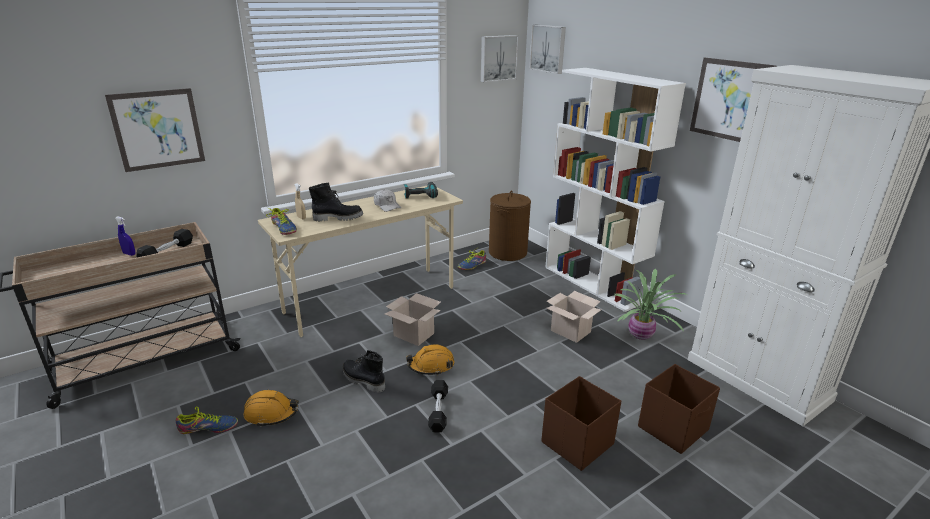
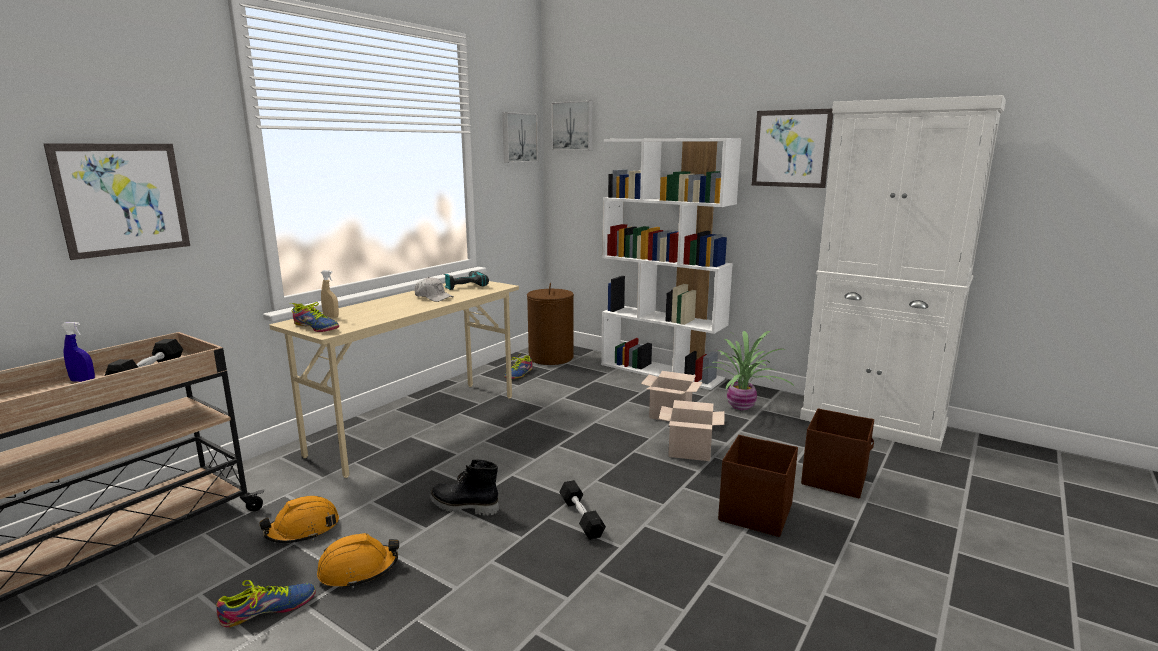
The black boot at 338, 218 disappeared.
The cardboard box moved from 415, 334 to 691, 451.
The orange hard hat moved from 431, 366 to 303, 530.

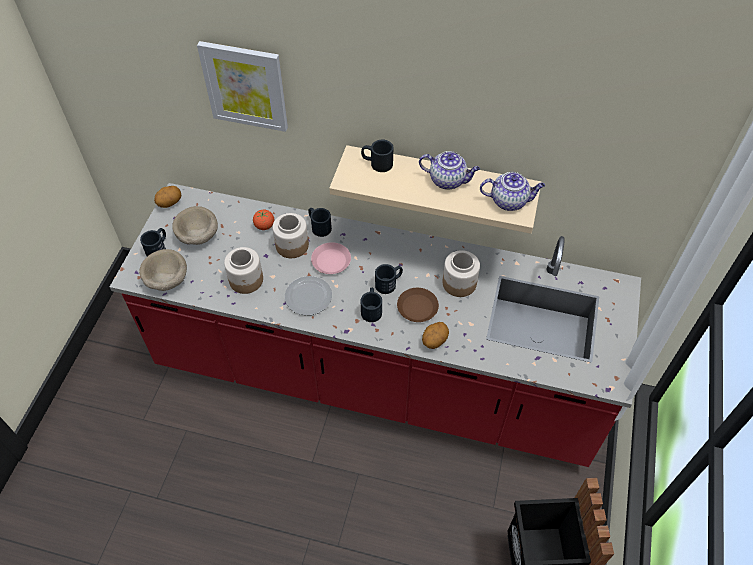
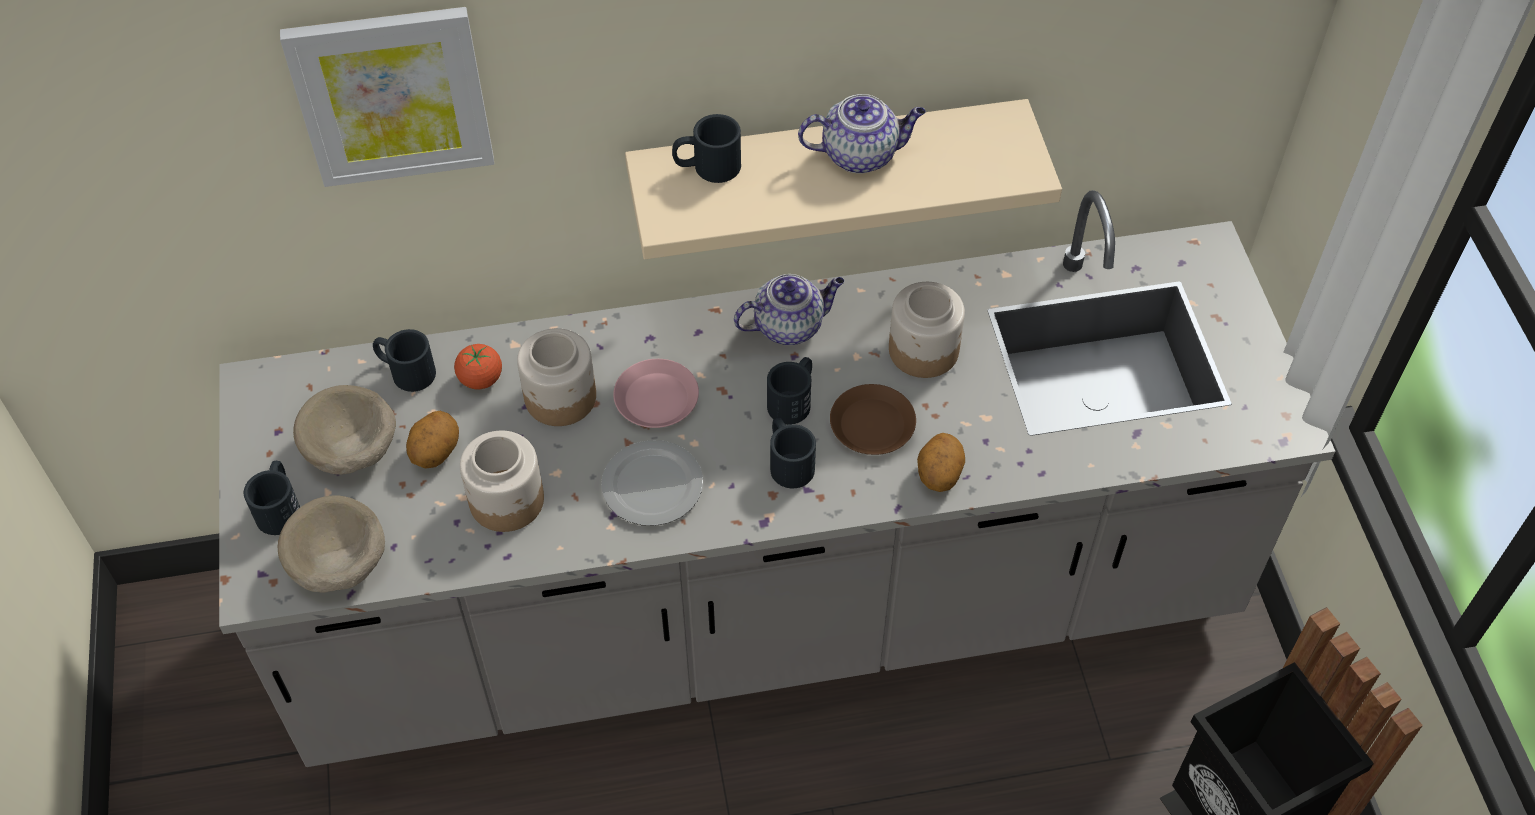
The red counter at 376, 375 became the grey counter at 767, 606.
The potato moved from 170, 203 to 435, 452.
The black mug moved from 319, 226 to 405, 371.
The teapot moved from 509, 201 to 789, 325.

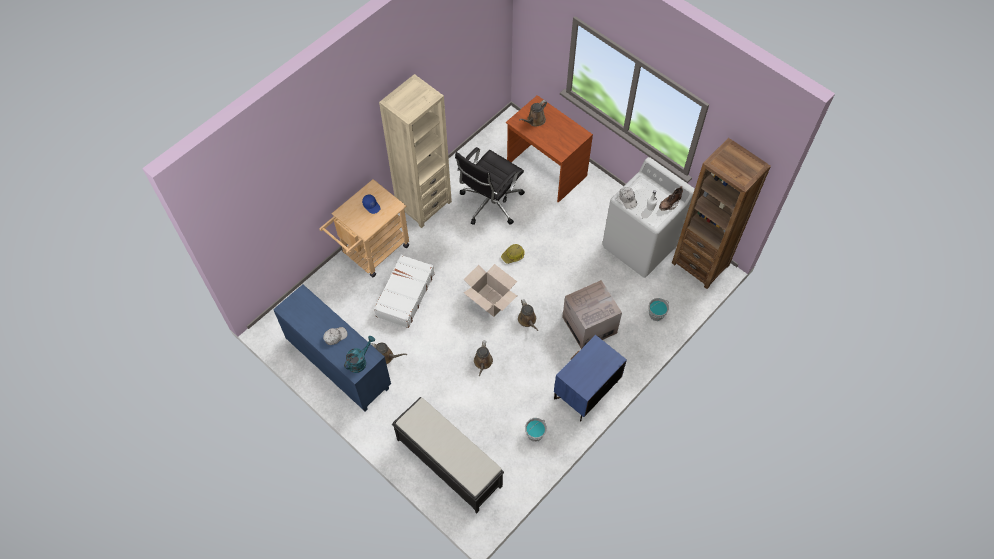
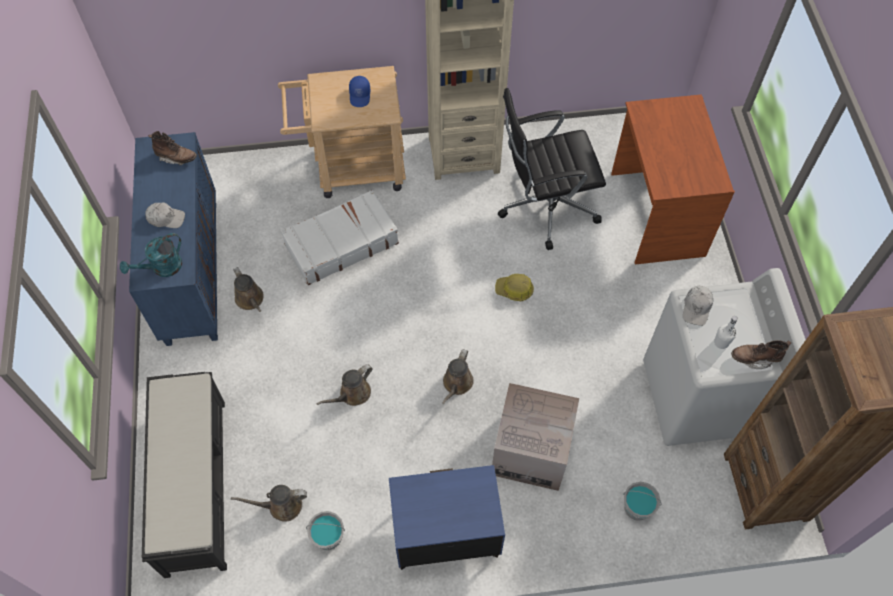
The turquoise watering can at 359, 361 turned 150 degrees clockwise.
The cardboard box at 490, 300 disappeared.
The brown watering can moved from 535, 120 to 281, 506.
The brown boot at 176, 157 appeared.

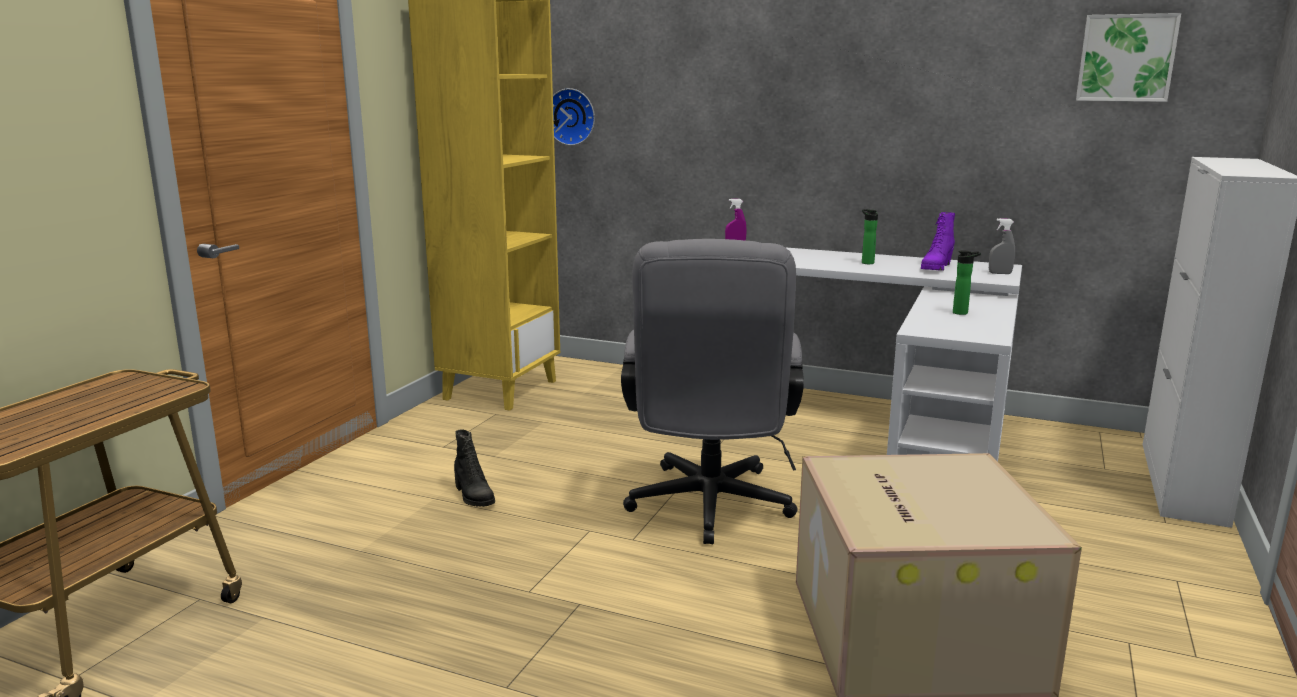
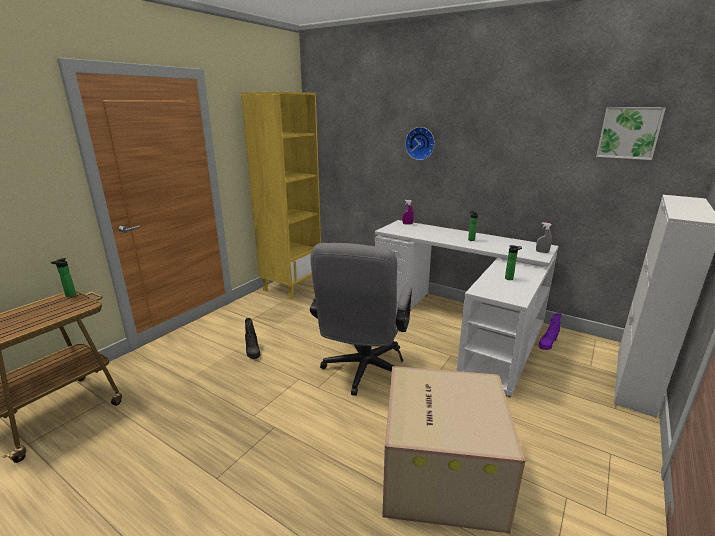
The wall clock moved from 572, 116 to 420, 143.
The purple boot moved from 936, 268 to 547, 344.
The bottle at 69, 295 appeared.

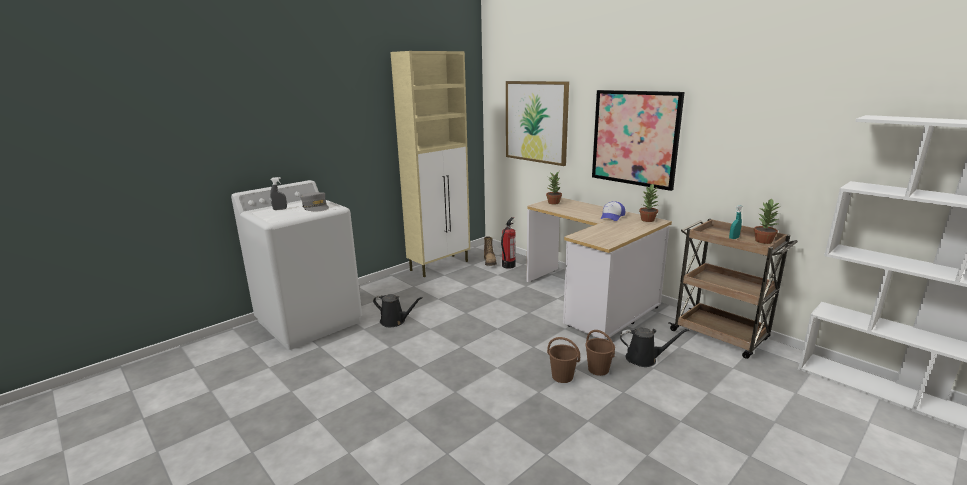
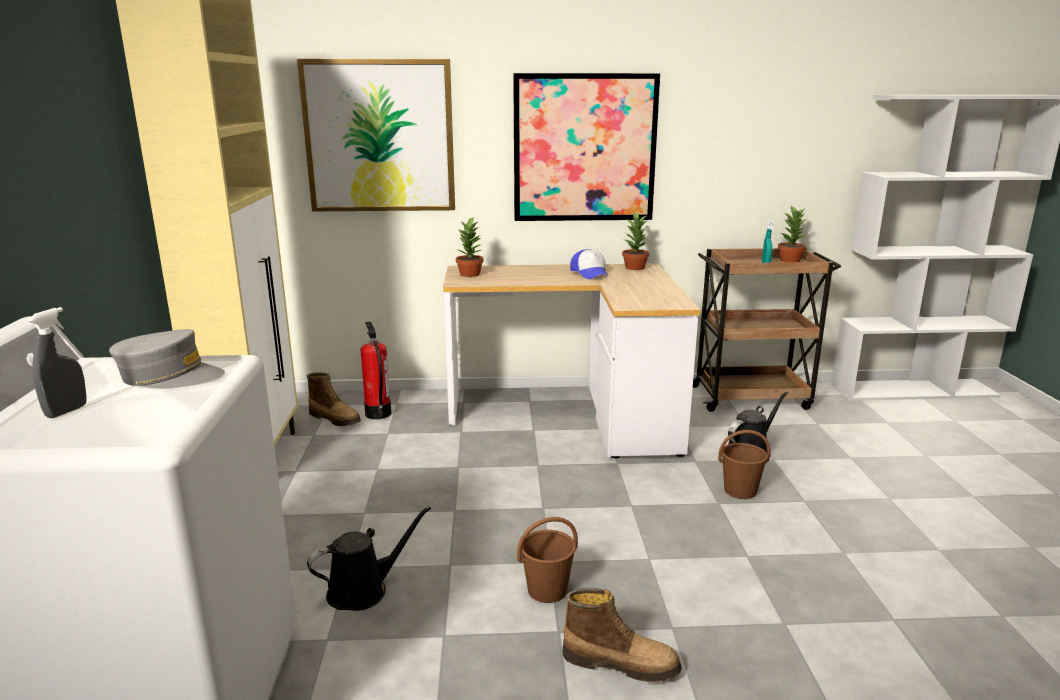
The brown bucket moved from 563, 377 to 548, 590.
The boot at 620, 663 appeared.

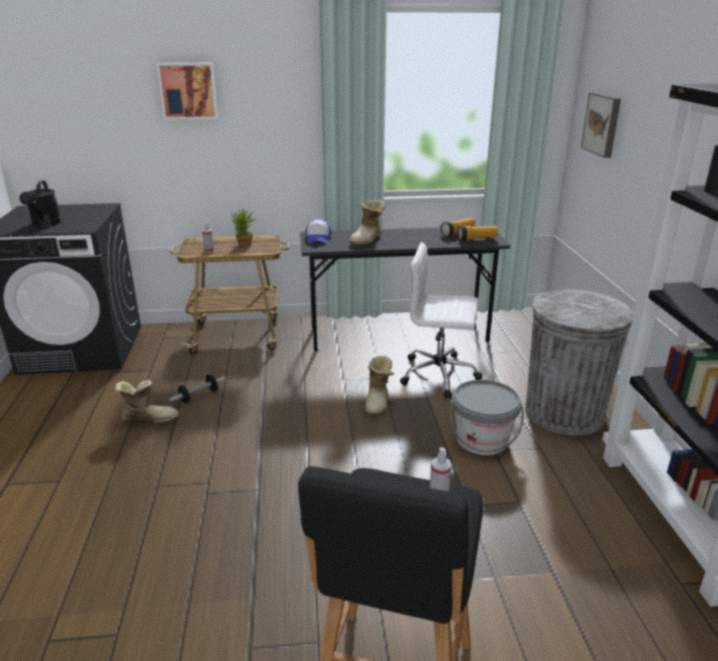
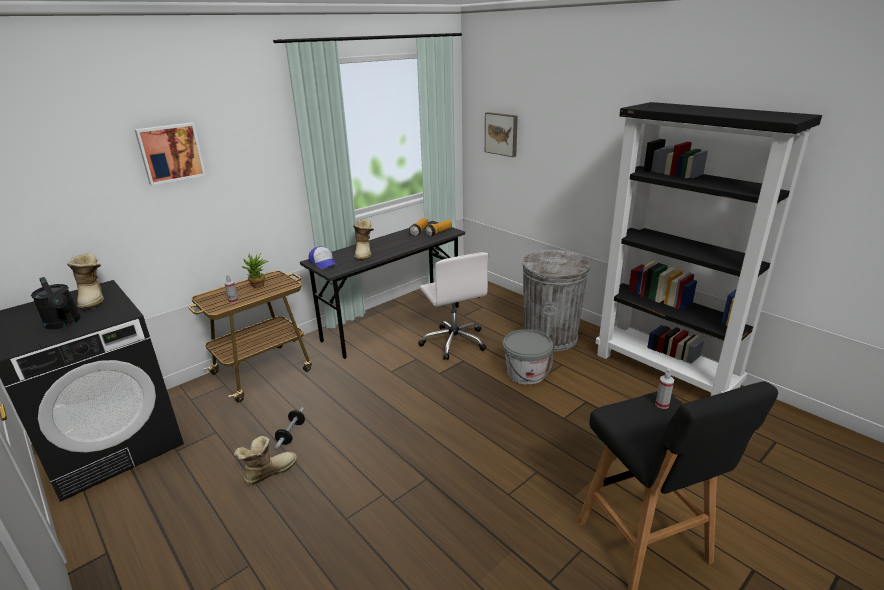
The boot moved from 378, 402 to 94, 299.
The white office chair at 440, 375 turned 90 degrees counterclockwise.

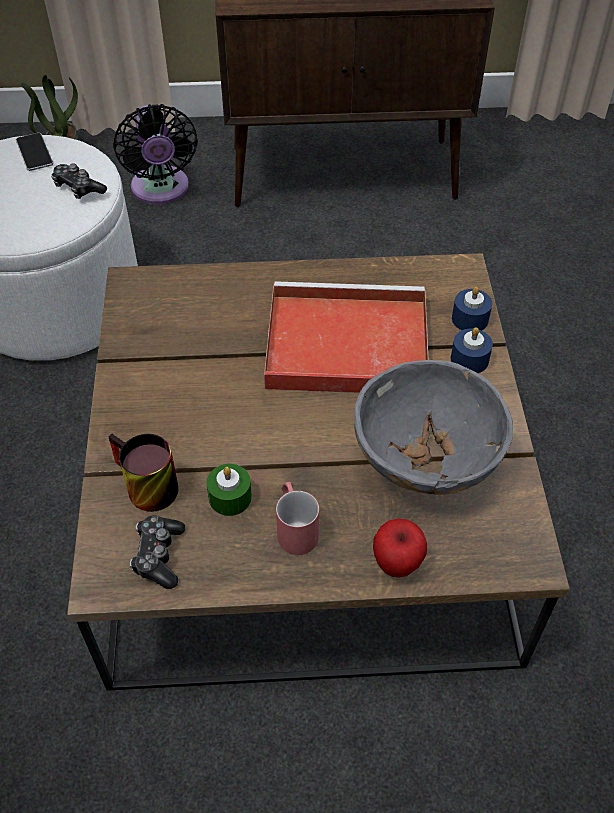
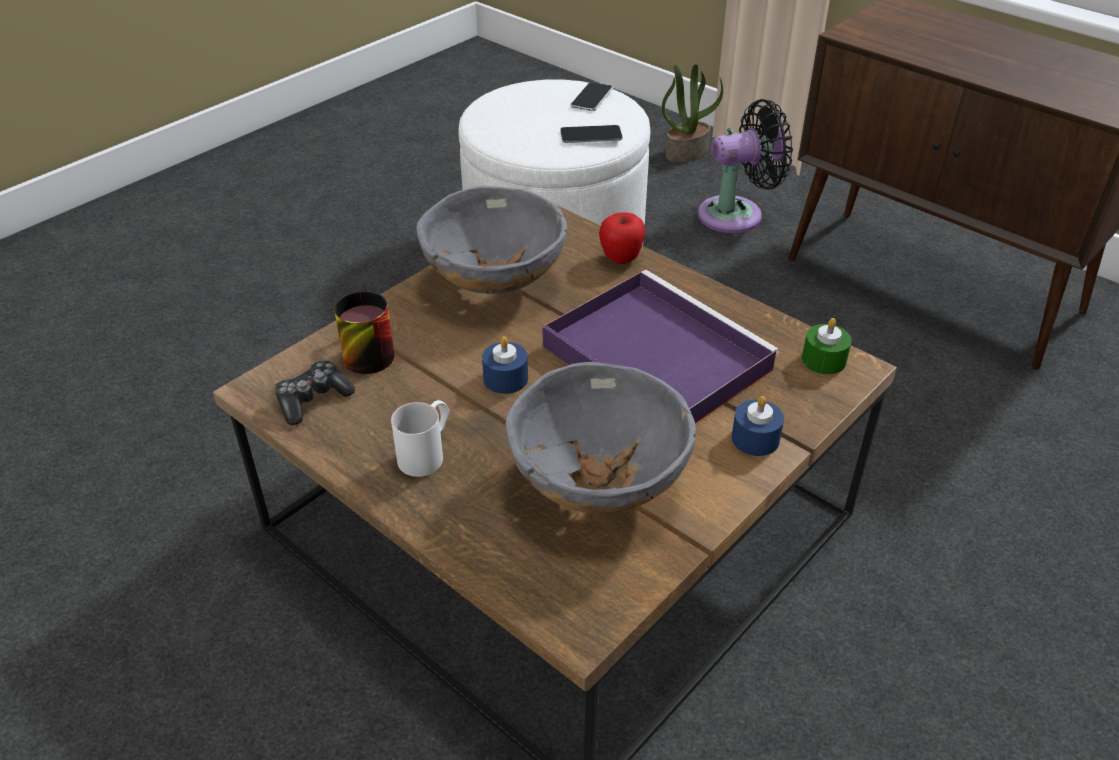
The game controller at 78, 188 was replaced by the phone at 591, 135.
The black fan at 161, 190 turned 135 degrees counterclockwise.
The green candle moved from 230, 497 to 823, 360.
The red tray at 343, 345 became the purple tray at 652, 356.
The red mug at 295, 527 became the white mug at 427, 452.
The apple moved from 397, 564 to 621, 259.
The blue candle moved from 470, 319 to 505, 378.
The grey bowl at 494, 283 appeared.

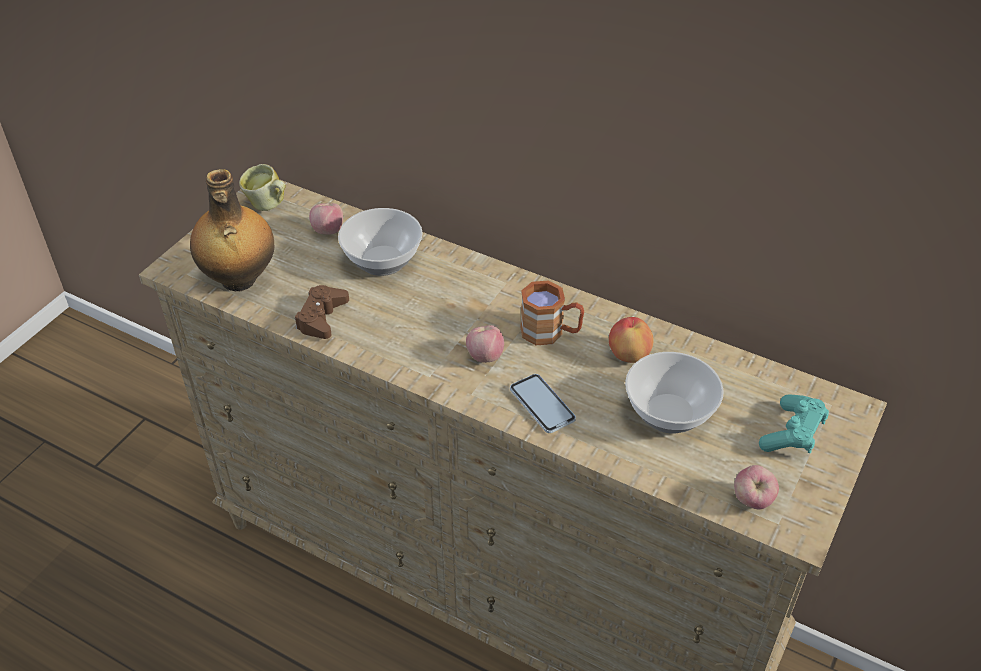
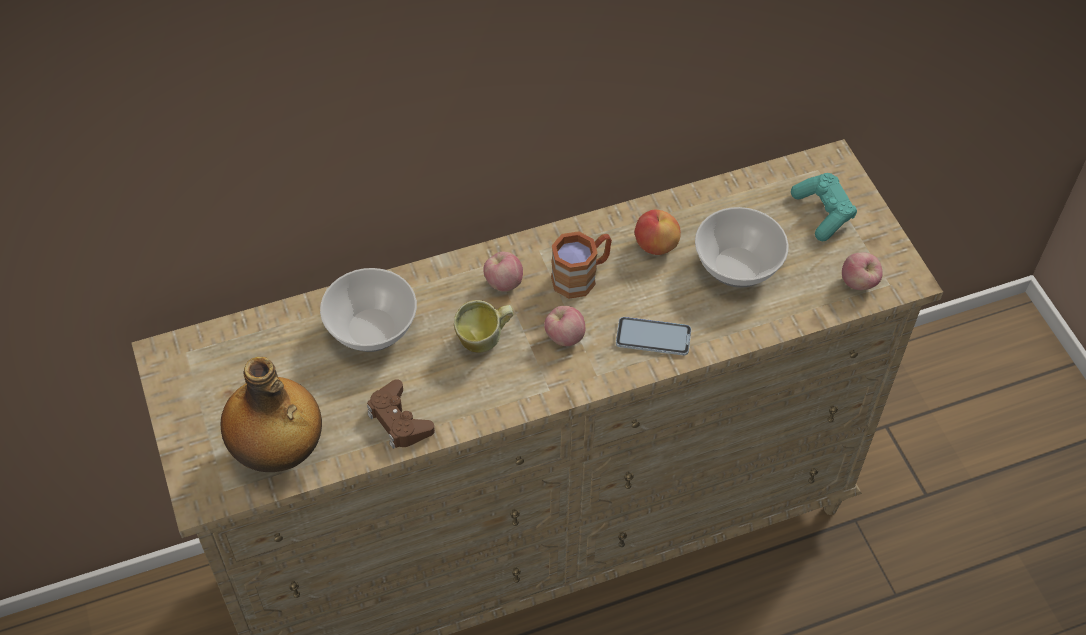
The mug moved from 268, 206 to 484, 341.
The apple moved from 328, 230 to 503, 283.

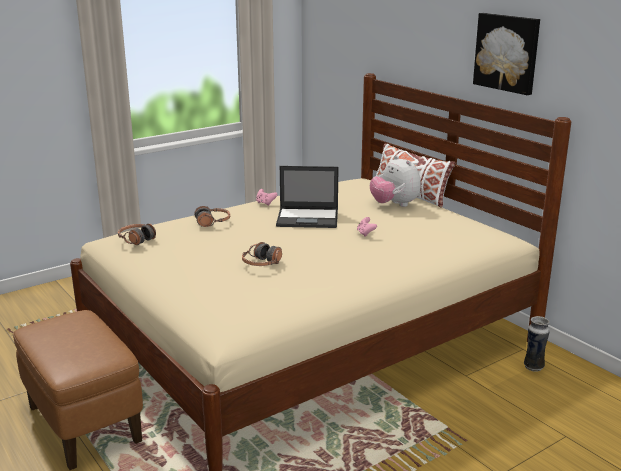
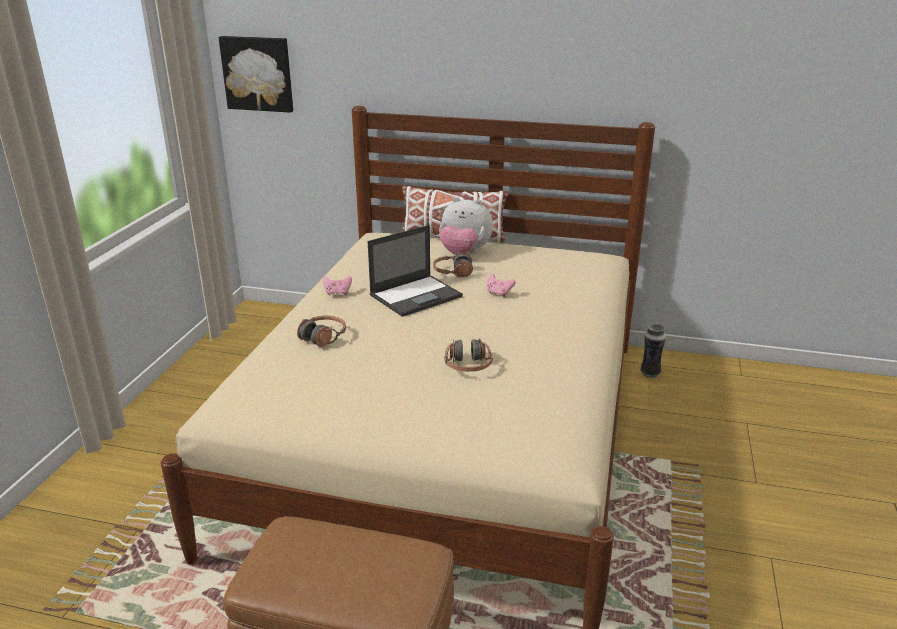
The headphones moved from 137, 239 to 452, 272.
The picture moved from 507, 52 to 258, 73.

